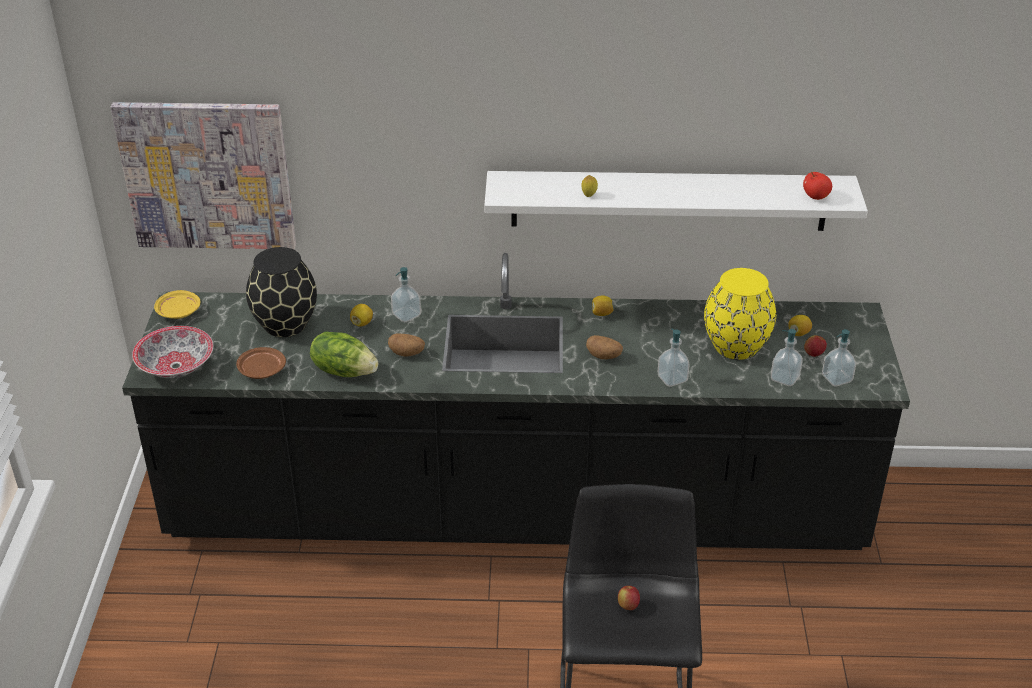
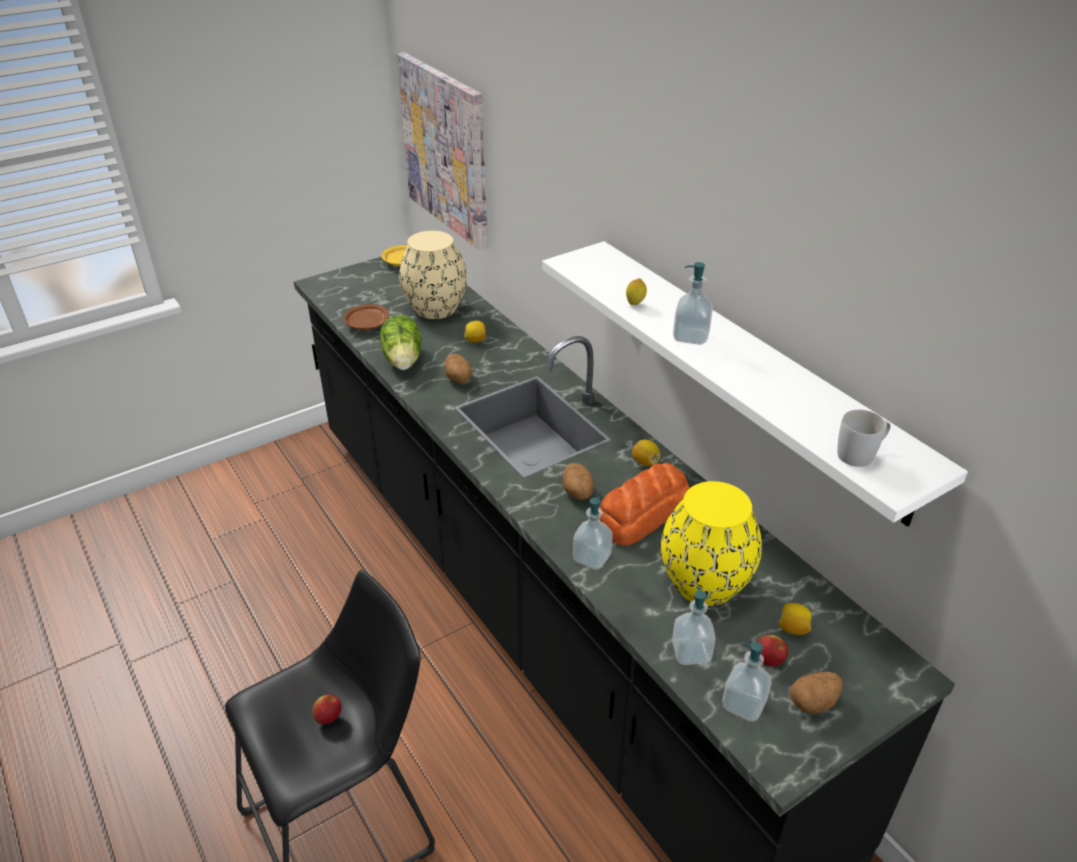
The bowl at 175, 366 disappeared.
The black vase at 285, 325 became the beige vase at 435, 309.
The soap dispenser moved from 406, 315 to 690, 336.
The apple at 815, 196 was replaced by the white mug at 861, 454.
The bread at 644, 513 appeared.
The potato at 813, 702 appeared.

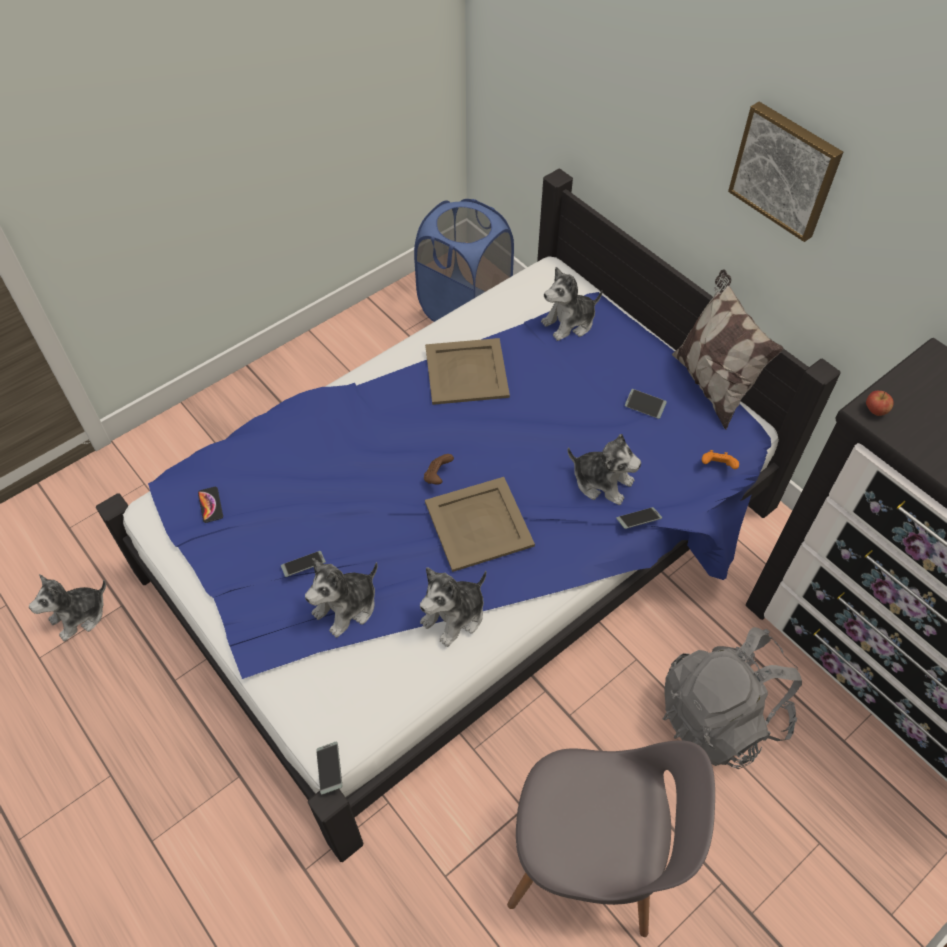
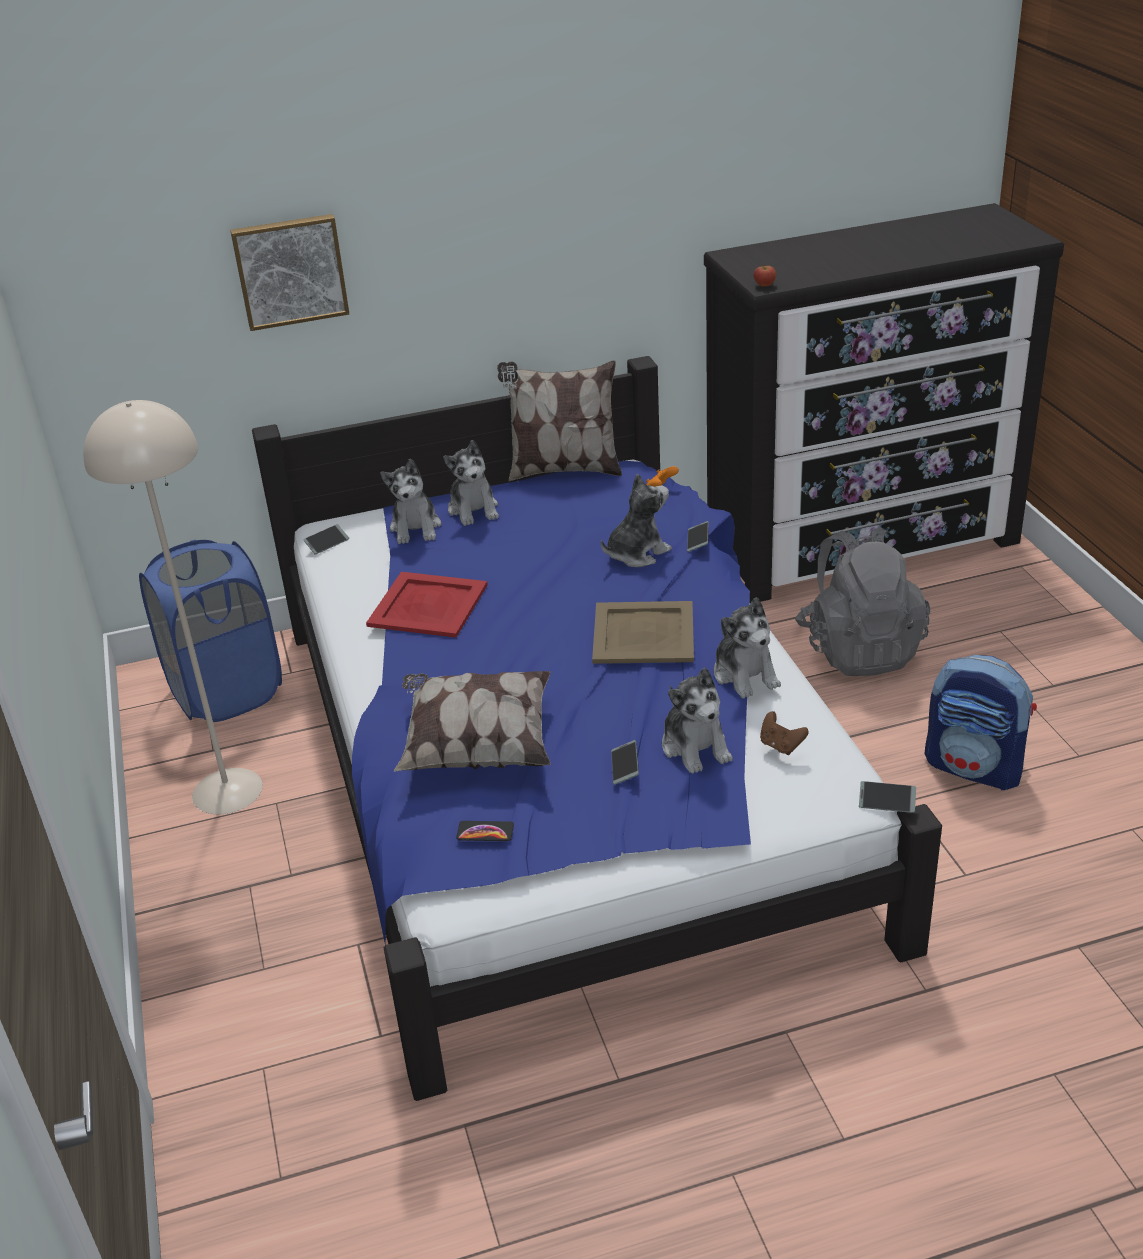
The plush toy moved from 79, 616 to 474, 509.
The brown game controller moved from 437, 476 to 781, 746.
The beige tray at 467, 371 became the red tray at 427, 605.
The grey chair at 590, 858 was replaced by the backpack at 975, 767.
The phone moved from 644, 406 to 327, 543.
The picture moved from 786, 170 to 290, 270.
The beige floor lamp at 228, 790 appeared.
The pillow at 477, 746 appeared.

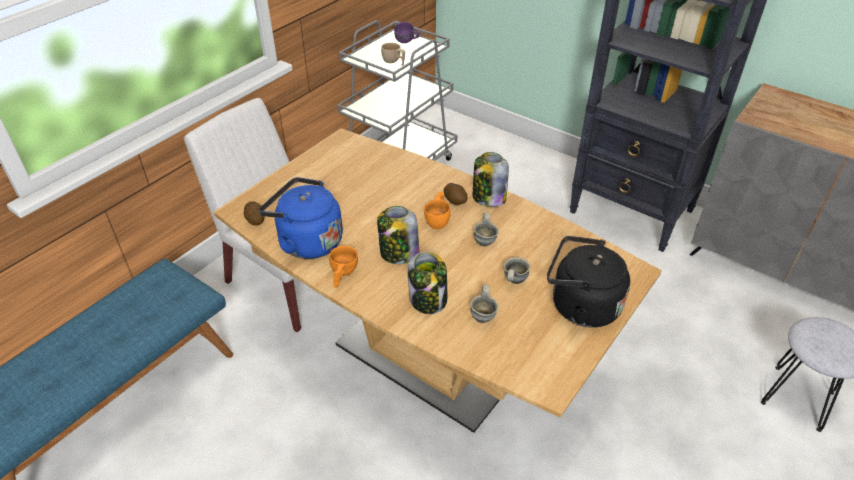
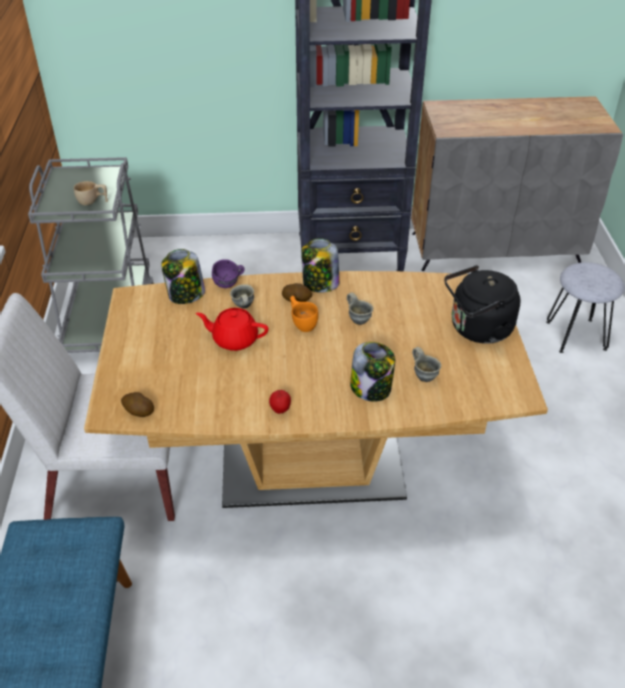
The blue kettle at 307, 242 disappeared.
The orange cup at 342, 275 was replaced by the apple at 280, 411.
The jar moved from 398, 253 to 186, 295.
The purple mug moved from 407, 42 to 230, 284.
The grey mug moved from 513, 281 to 242, 307.
The red teapot at 234, 339 appeared.

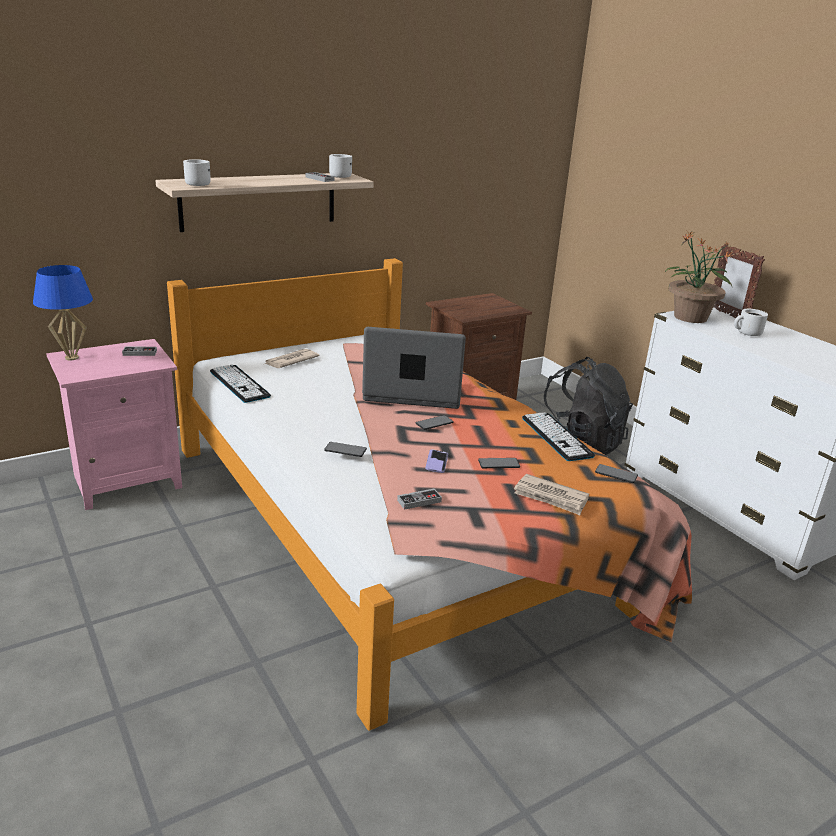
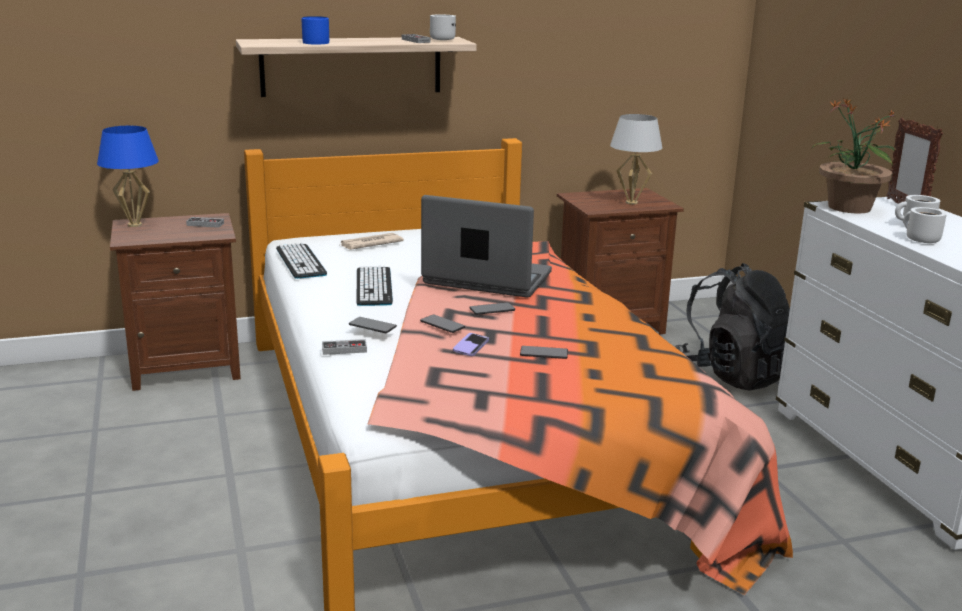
The pink nightstand at 126, 481 became the brown nightstand at 185, 367.
The white mug moved from 195, 184 to 919, 239.
The game controller moved from 419, 501 to 344, 349.
The newspaper at 551, 497 disappeared.
The keyboard moved from 556, 437 to 374, 287.
The phone moved from 616, 474 to 442, 324.
The blue mug at 316, 42 appeared.
The white table lamp at 631, 202 appeared.

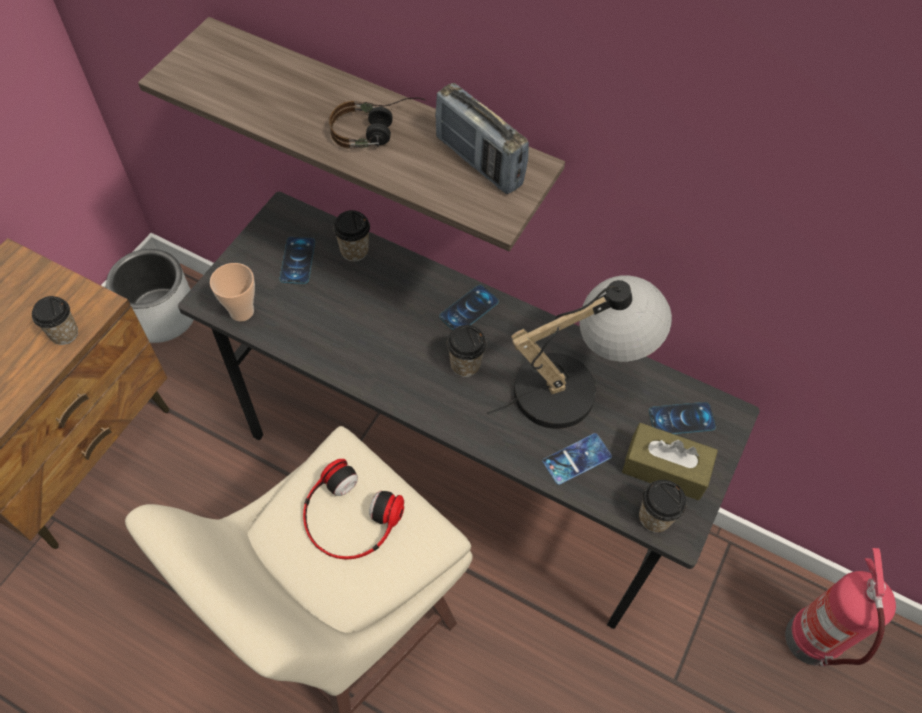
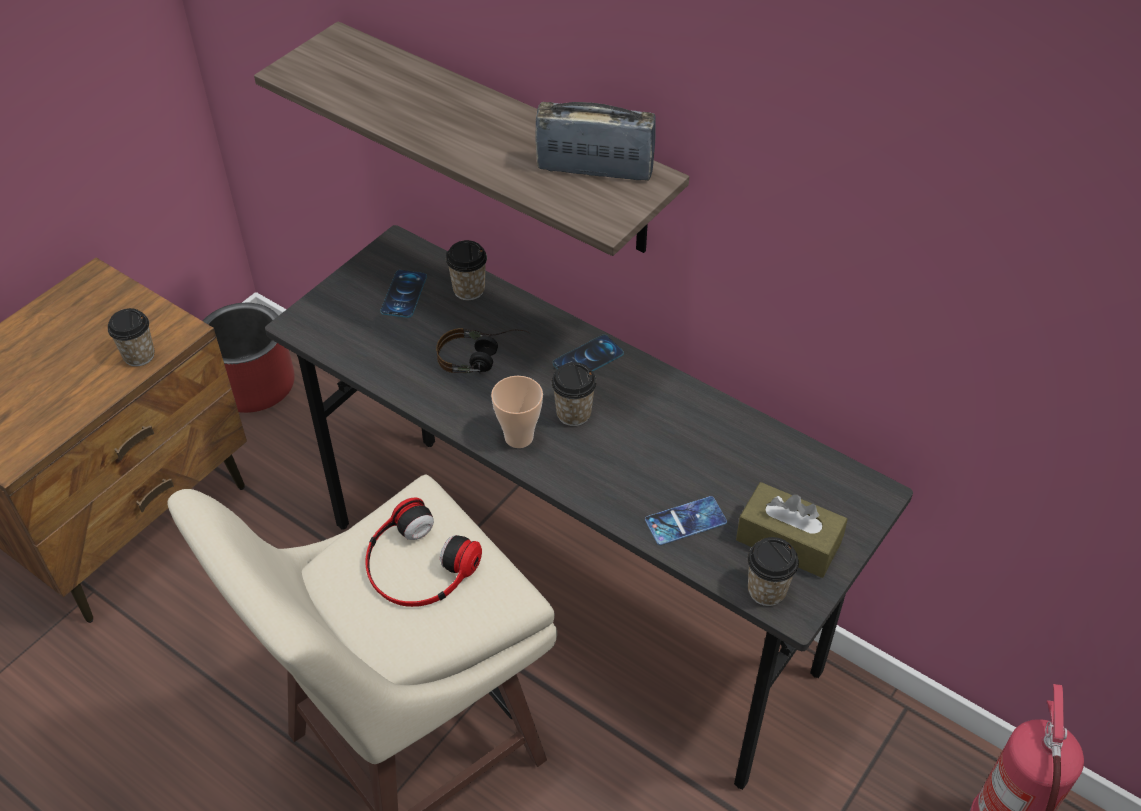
The grey planter at 162, 314 became the red planter at 254, 384.
The cup moved from 242, 311 to 519, 437.
The headphones moved from 378, 131 to 483, 358.
The radio at 478, 162 turned 135 degrees clockwise.
The table lamp at 575, 385 disappeared.
The phone at 682, 419 disappeared.

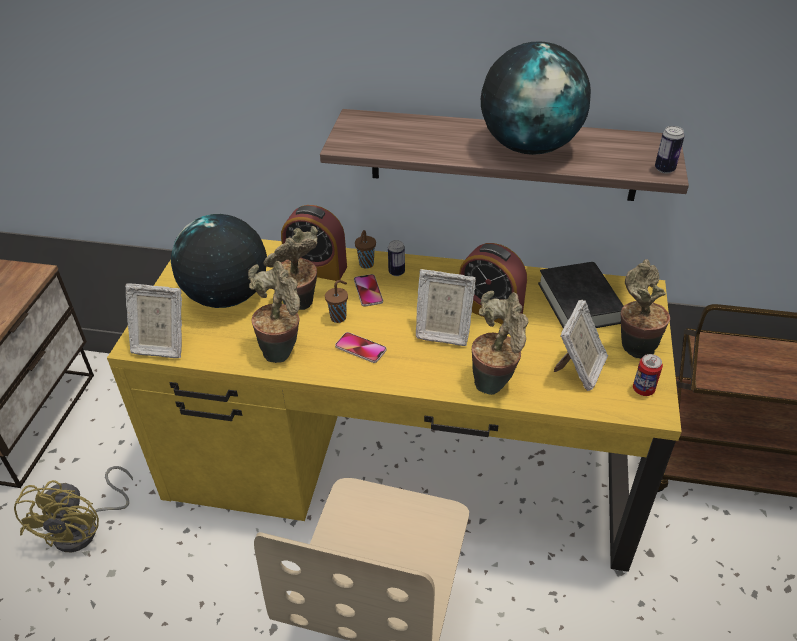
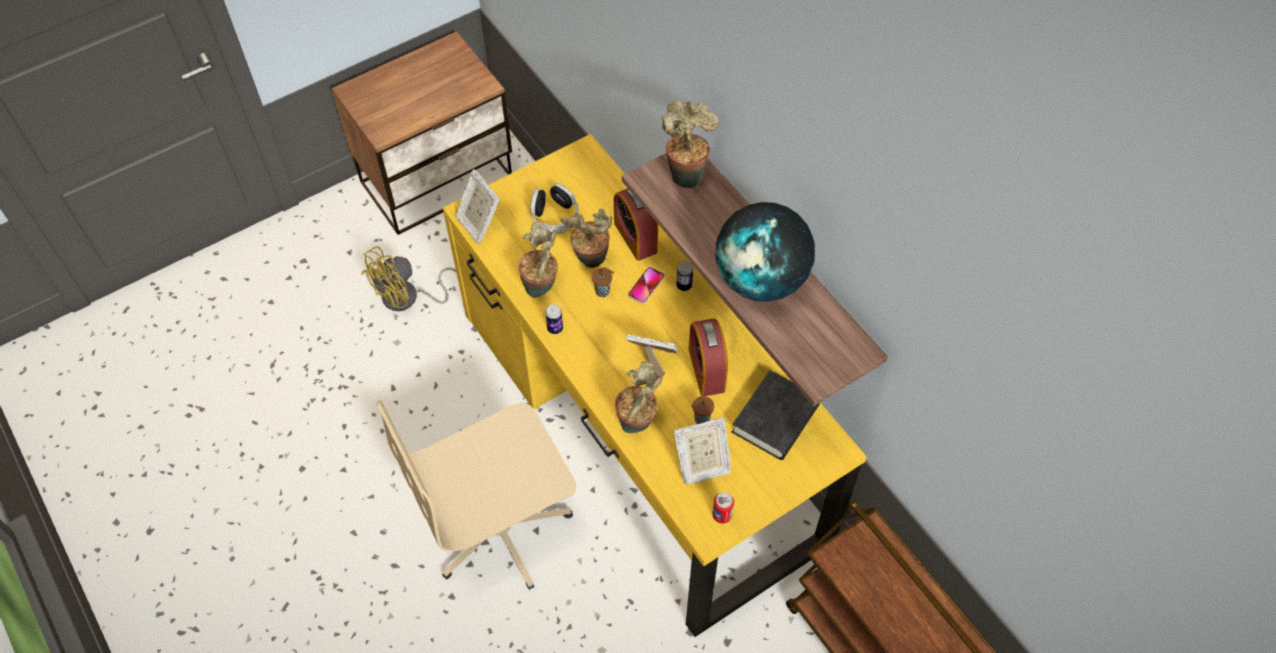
The globe at 227, 297 was replaced by the headphones at 554, 215.
The phone at 360, 348 disappeared.
The brown cup moved from 366, 265 to 701, 419.
The picture frame at 442, 331 turned 135 degrees clockwise.
The potted plant moved from 634, 346 to 686, 174.
The can moved from 664, 169 to 555, 328.

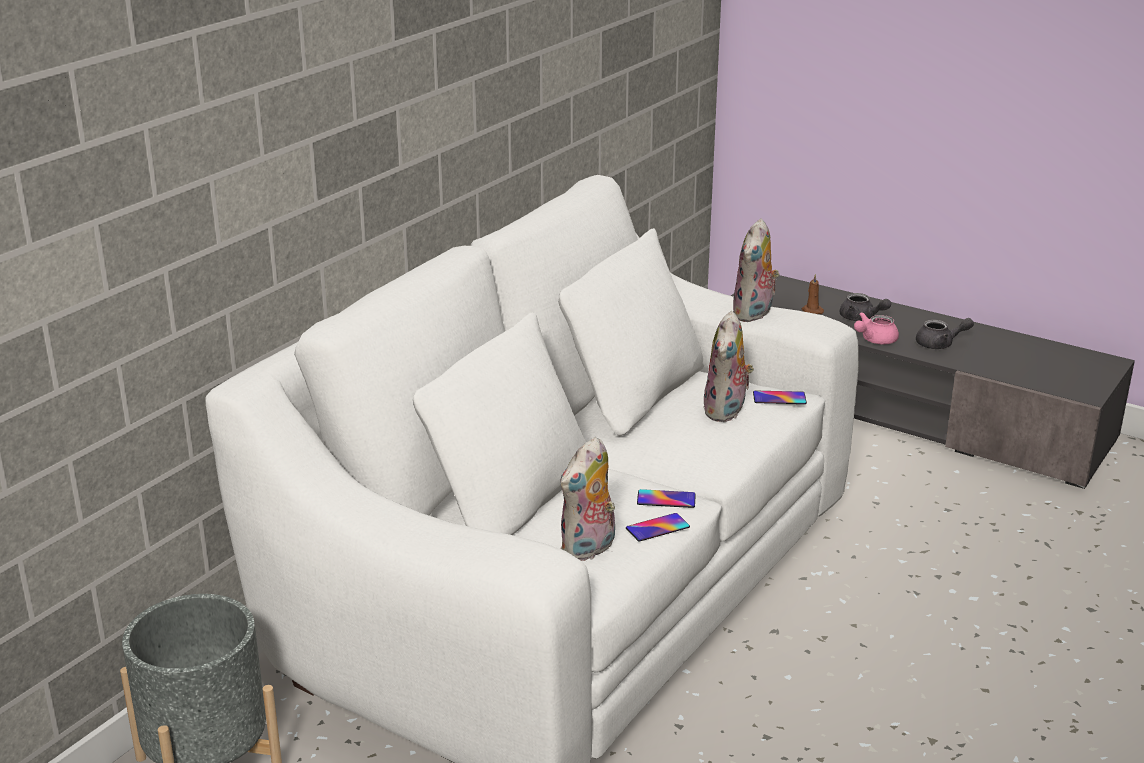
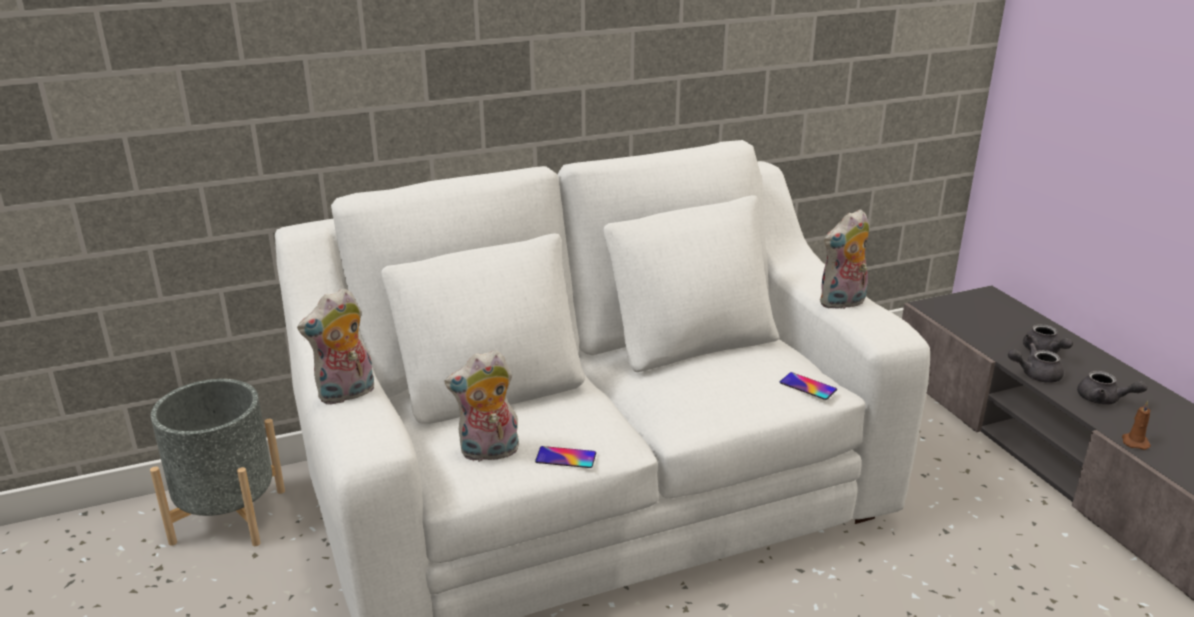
The phone at 666, 499 disappeared.
The plush toy moved from 726, 412 to 346, 395.
The brown candle moved from 811, 311 to 1134, 442.
The pink teapot at 874, 340 became the grey teapot at 1034, 374.

